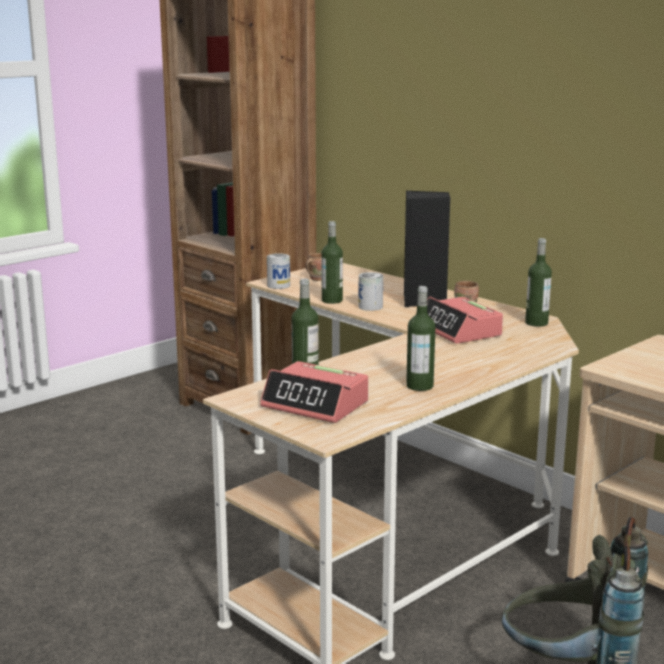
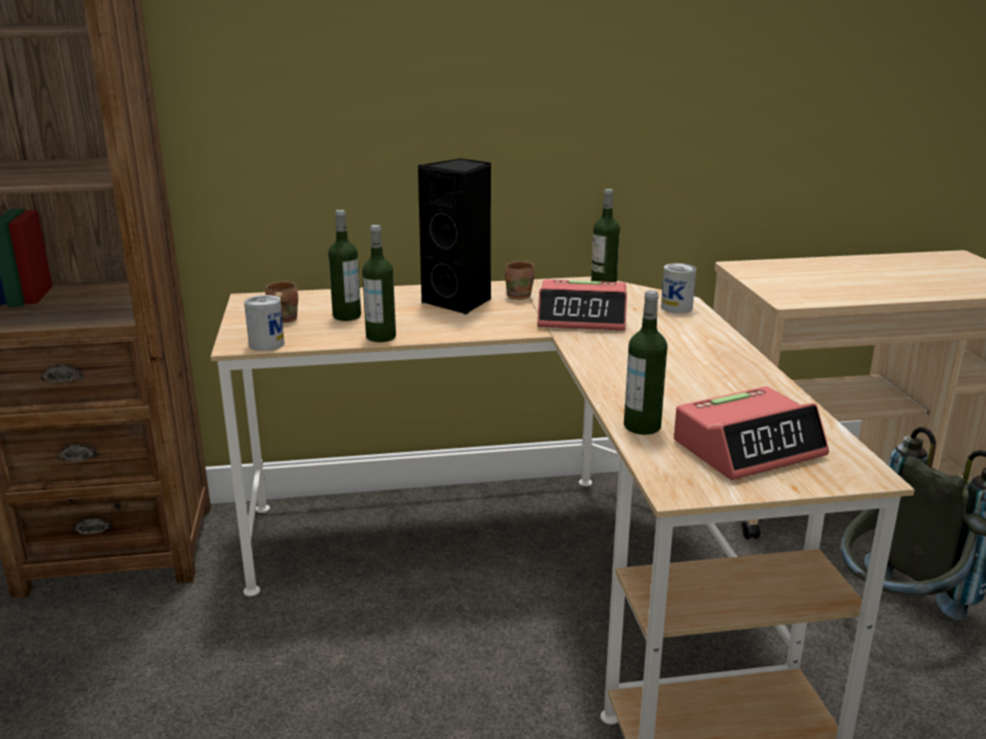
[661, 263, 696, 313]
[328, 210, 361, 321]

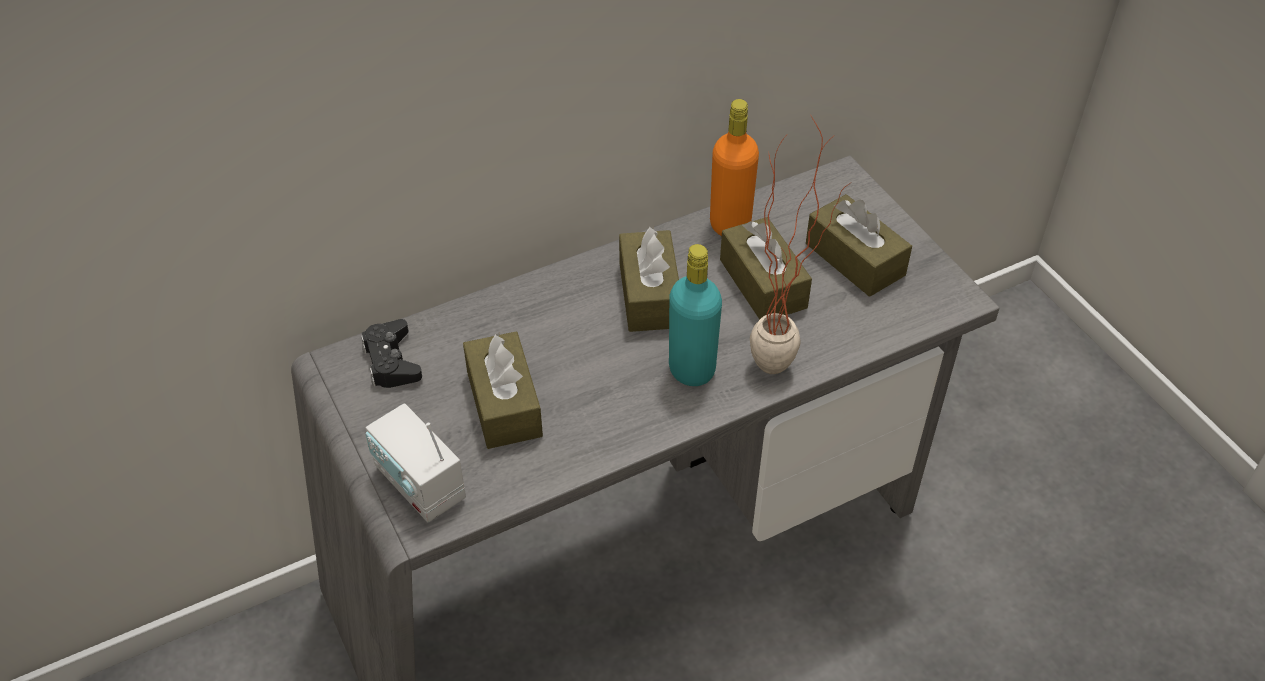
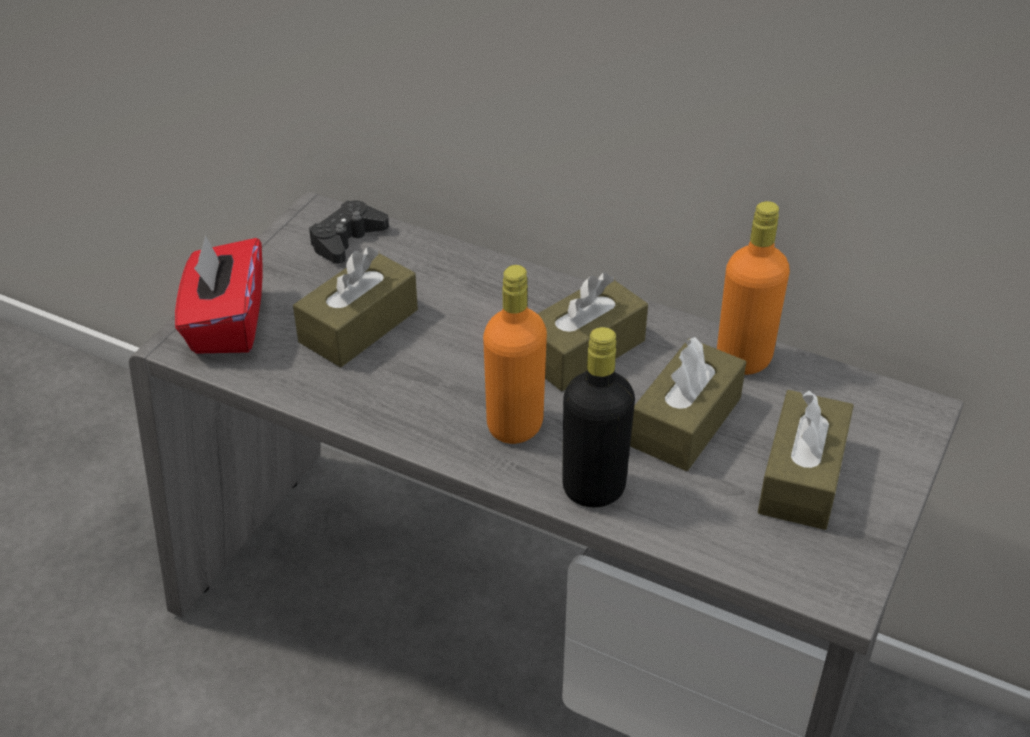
[175, 235, 263, 354]
[483, 265, 547, 444]
[562, 327, 635, 507]

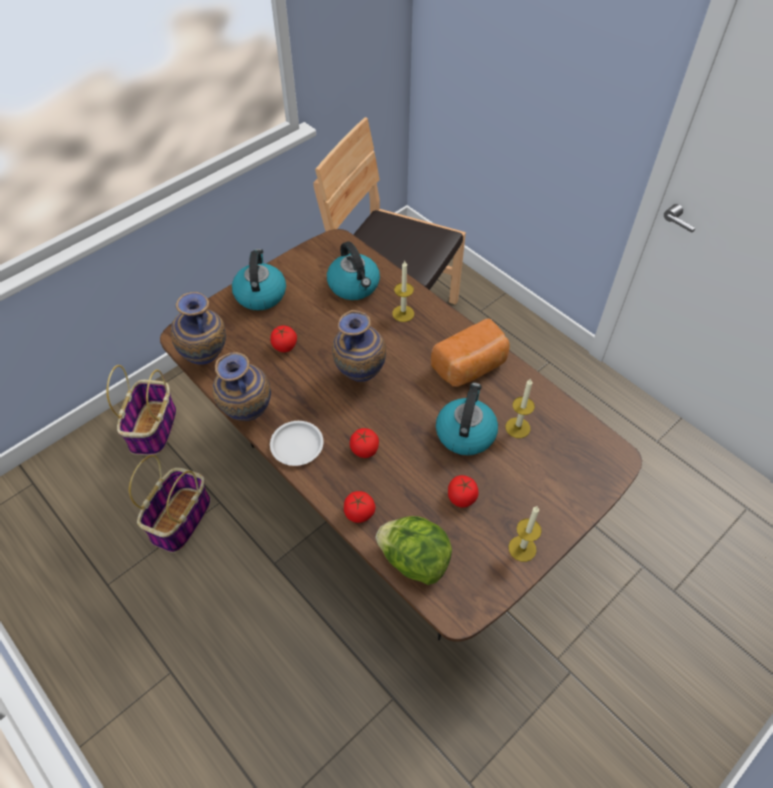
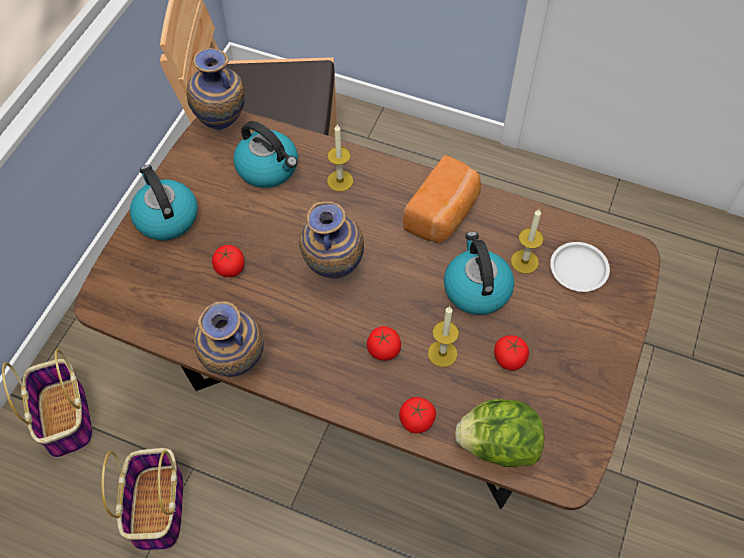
[187, 48, 245, 131]
[550, 242, 610, 292]
[428, 306, 459, 367]

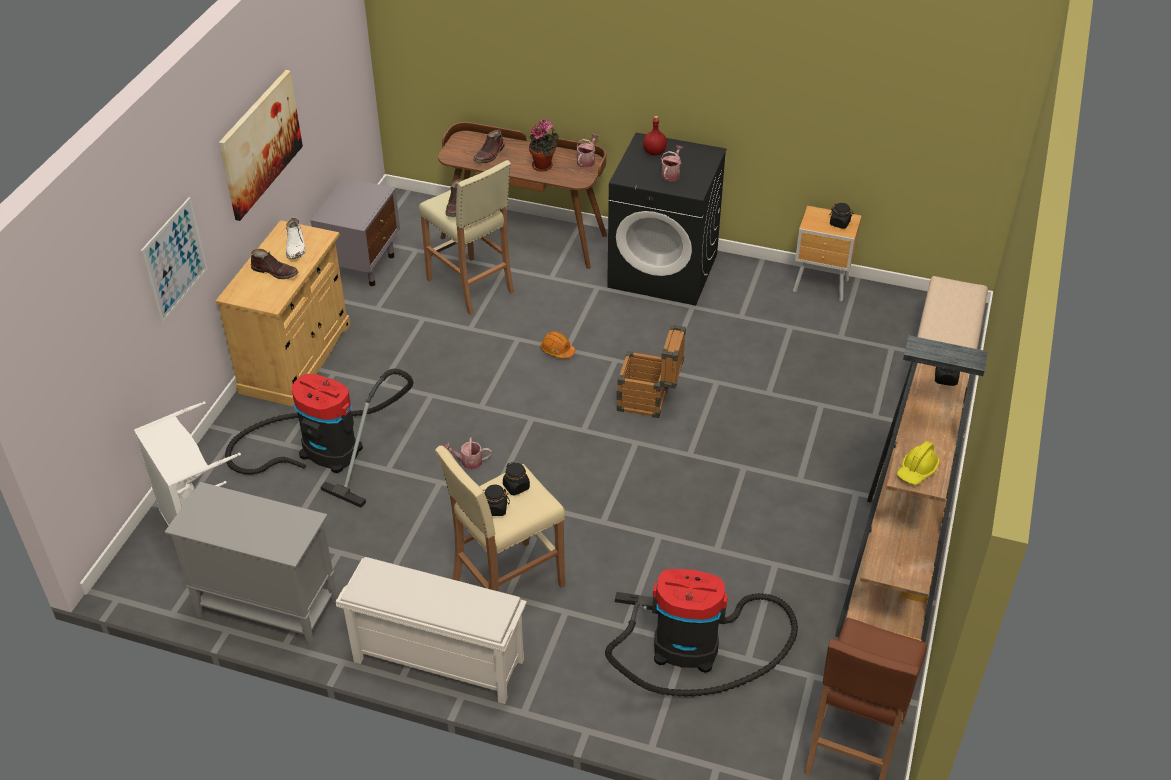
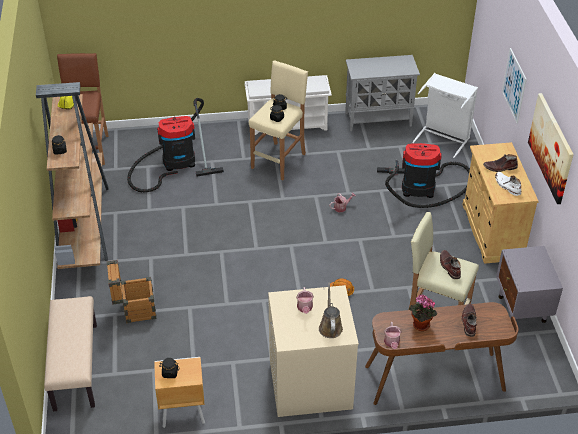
[268, 285, 359, 417]
[107, 260, 157, 323]
[319, 283, 343, 338]

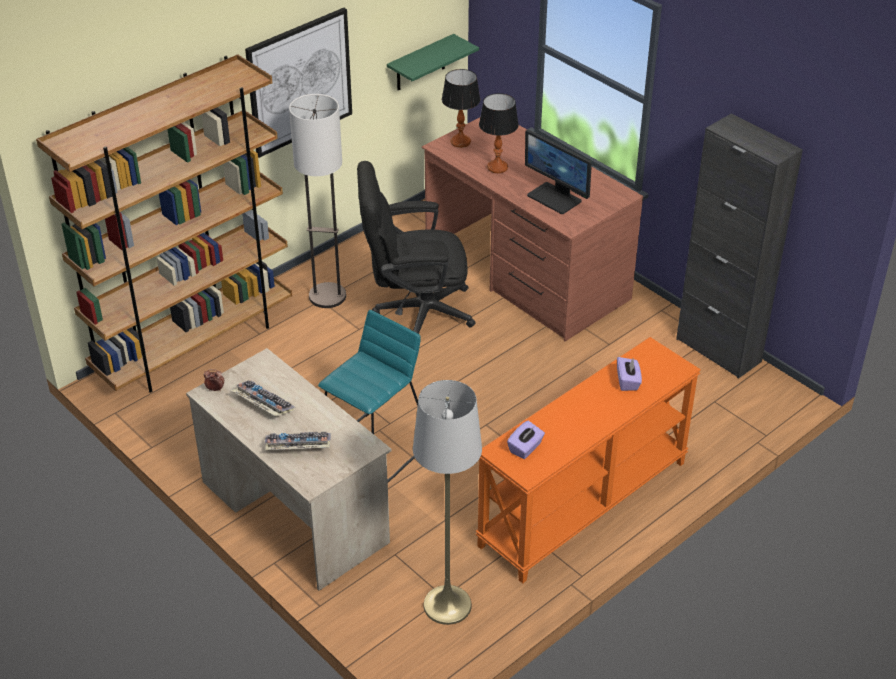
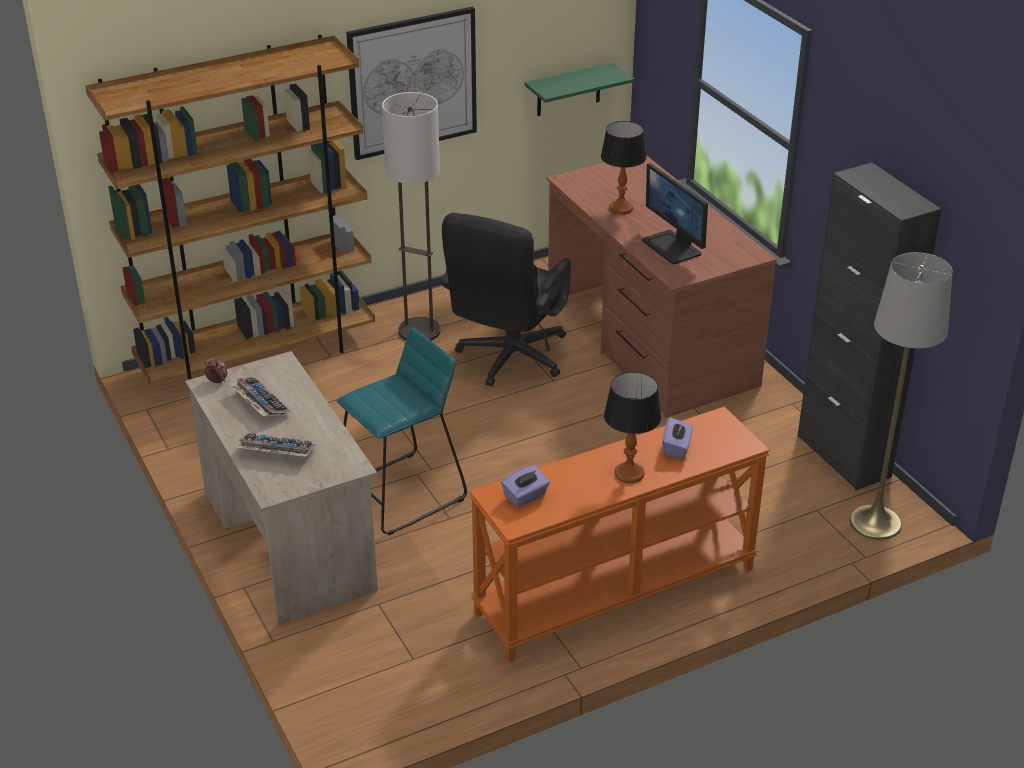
[441, 213, 571, 386]
[849, 252, 953, 540]
[604, 372, 661, 483]

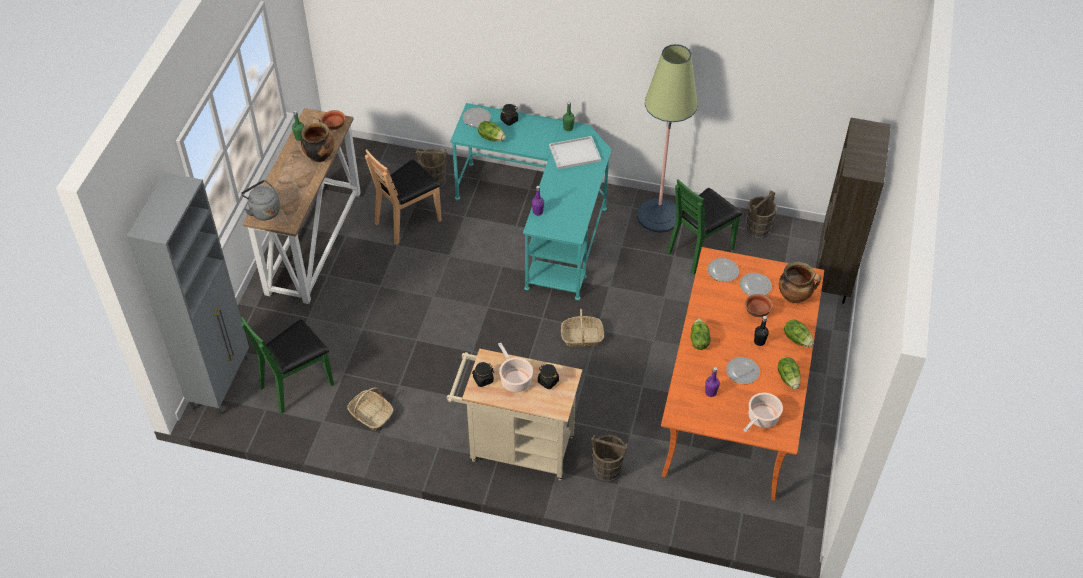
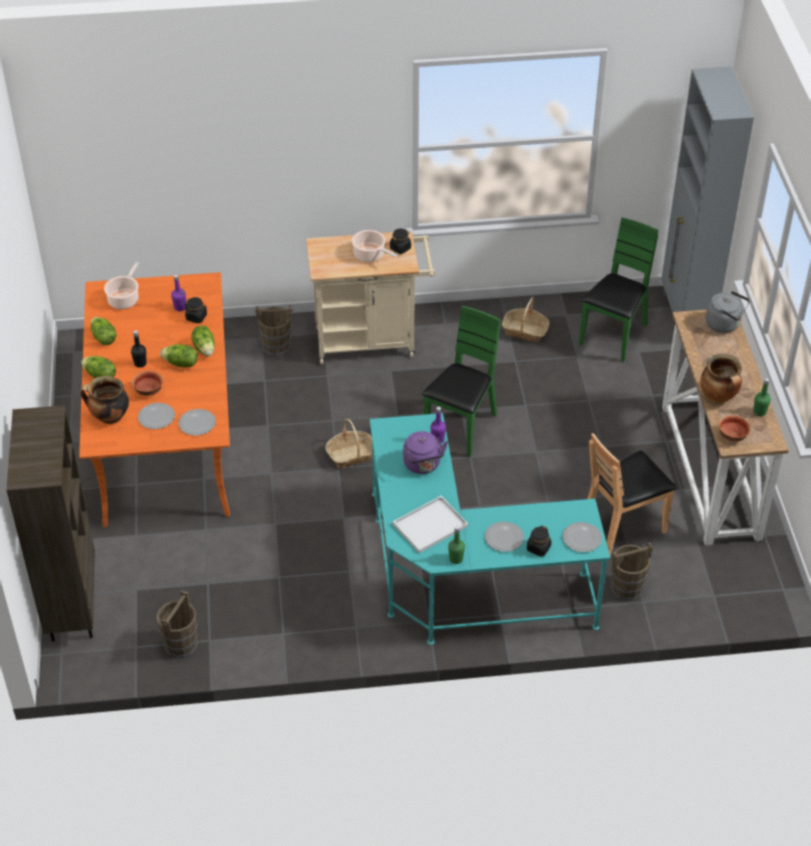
[587, 433, 676, 556]
[160, 344, 198, 367]
[184, 297, 207, 323]
[637, 44, 698, 233] (first image)
[422, 306, 500, 457]
[485, 522, 524, 552]
[403, 431, 448, 474]

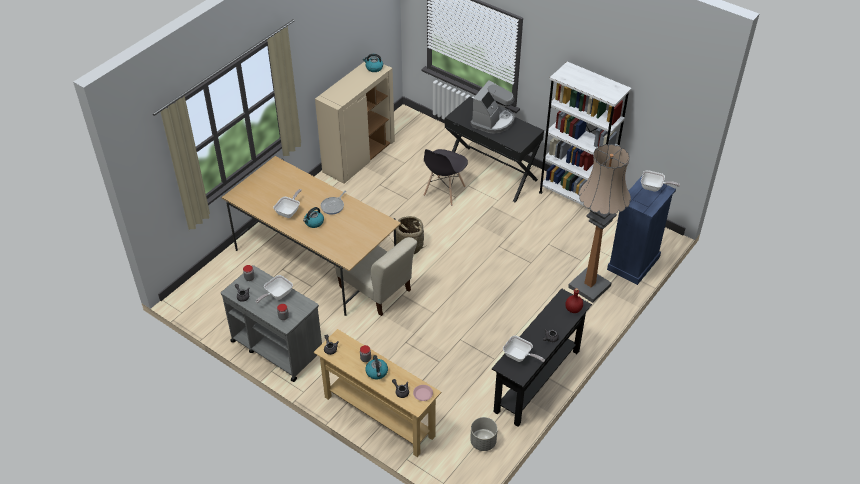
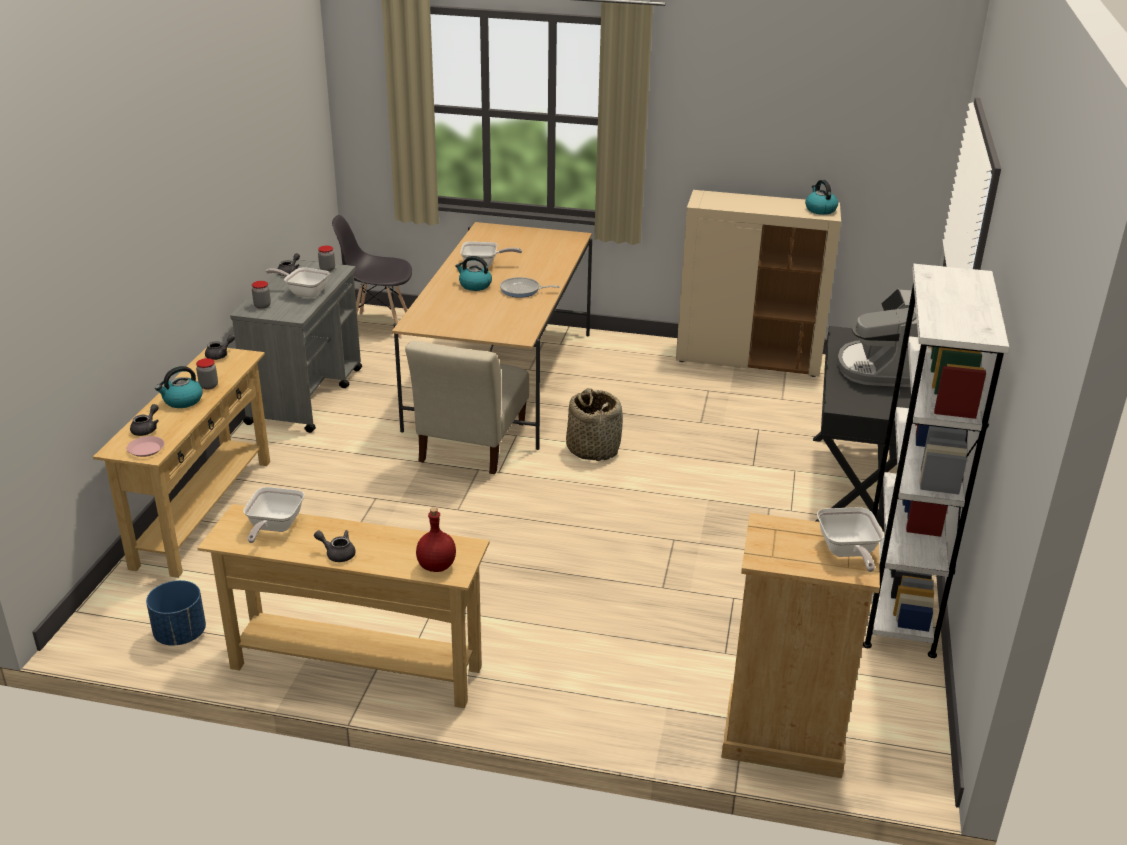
[332, 215, 412, 339]
[146, 580, 206, 645]
[837, 288, 918, 387]
[197, 504, 490, 708]
[568, 144, 631, 303] (first image)
[721, 513, 880, 778]

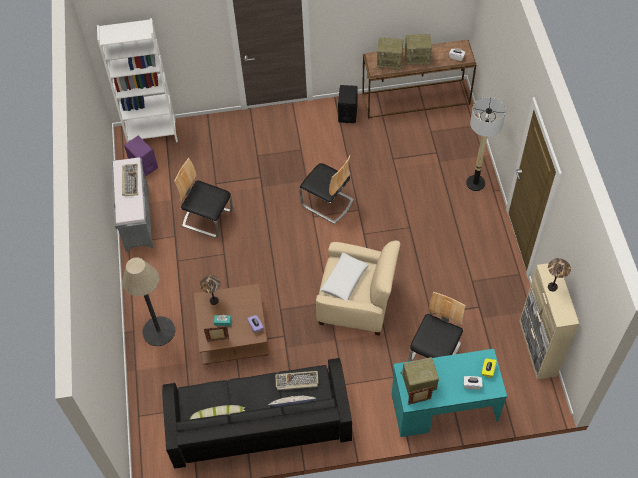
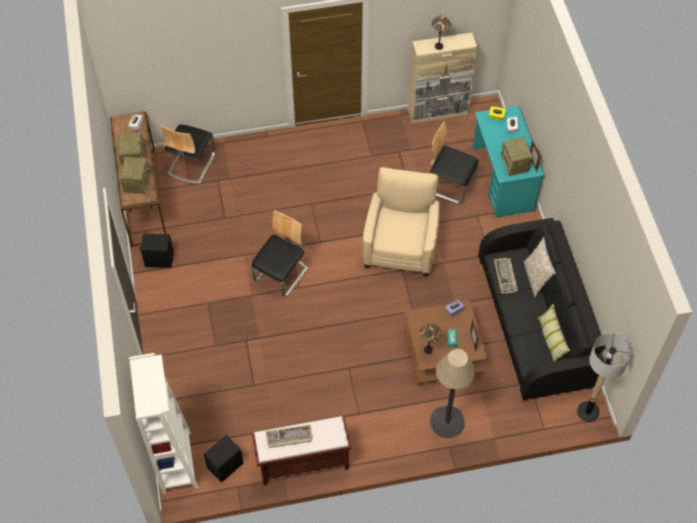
[252, 416, 352, 485]
[204, 435, 243, 483]
[161, 124, 215, 184]
[320, 253, 369, 301] (first image)
[577, 333, 632, 422]

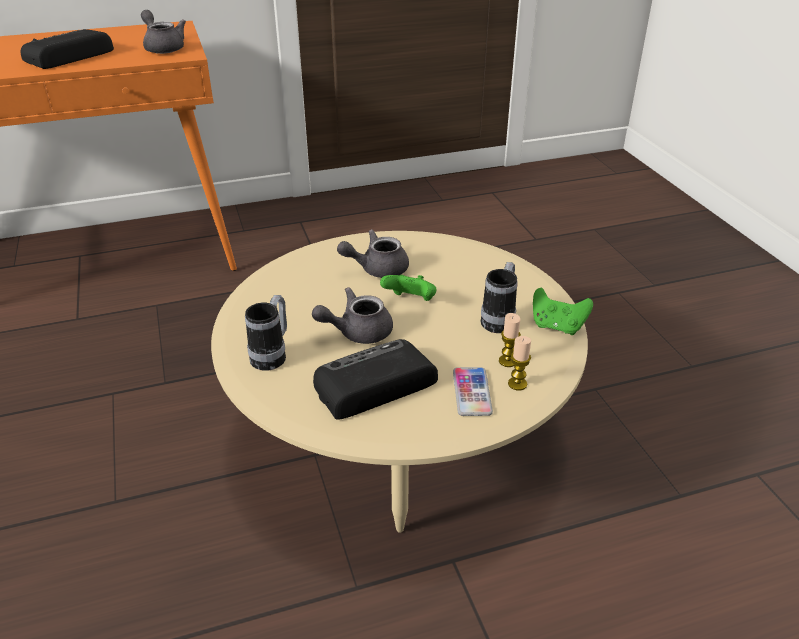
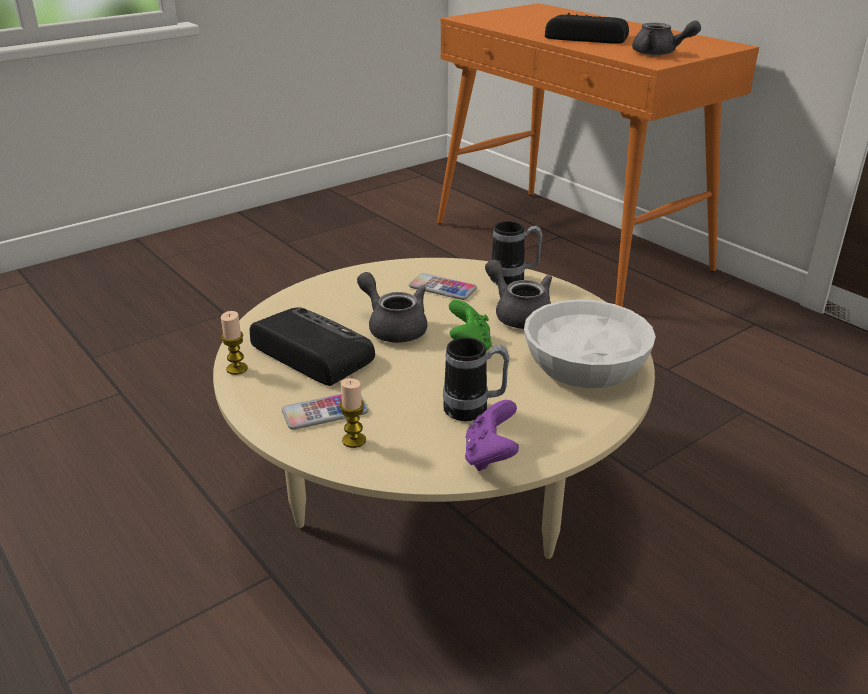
[632, 21, 701, 55]
[490, 221, 543, 285]
[221, 311, 248, 375]
[465, 400, 519, 471]
[409, 273, 477, 300]
[524, 300, 656, 388]

